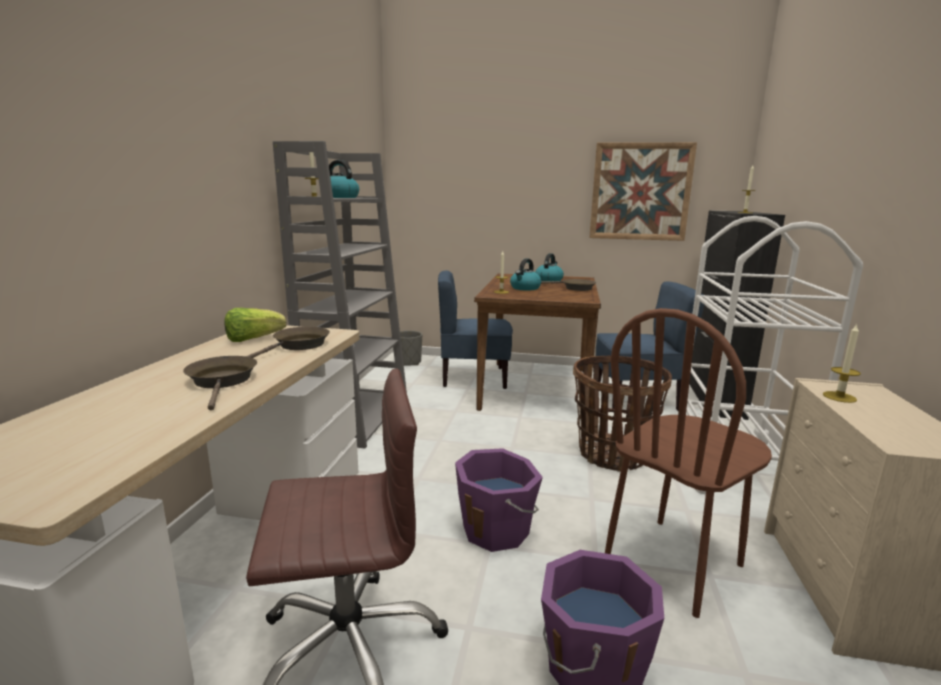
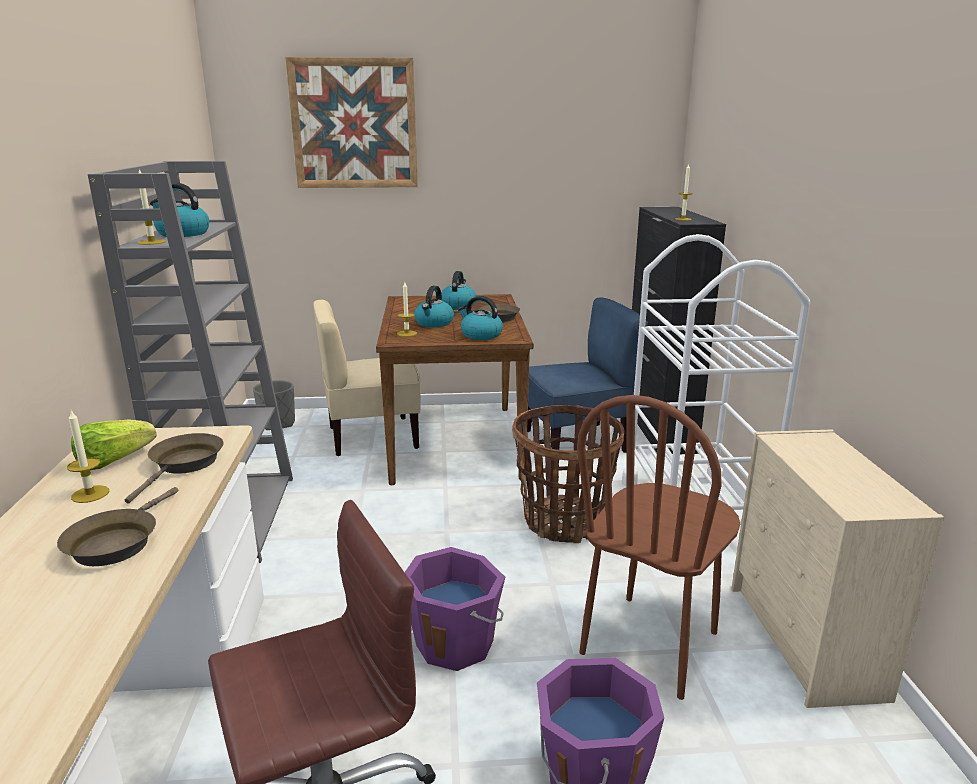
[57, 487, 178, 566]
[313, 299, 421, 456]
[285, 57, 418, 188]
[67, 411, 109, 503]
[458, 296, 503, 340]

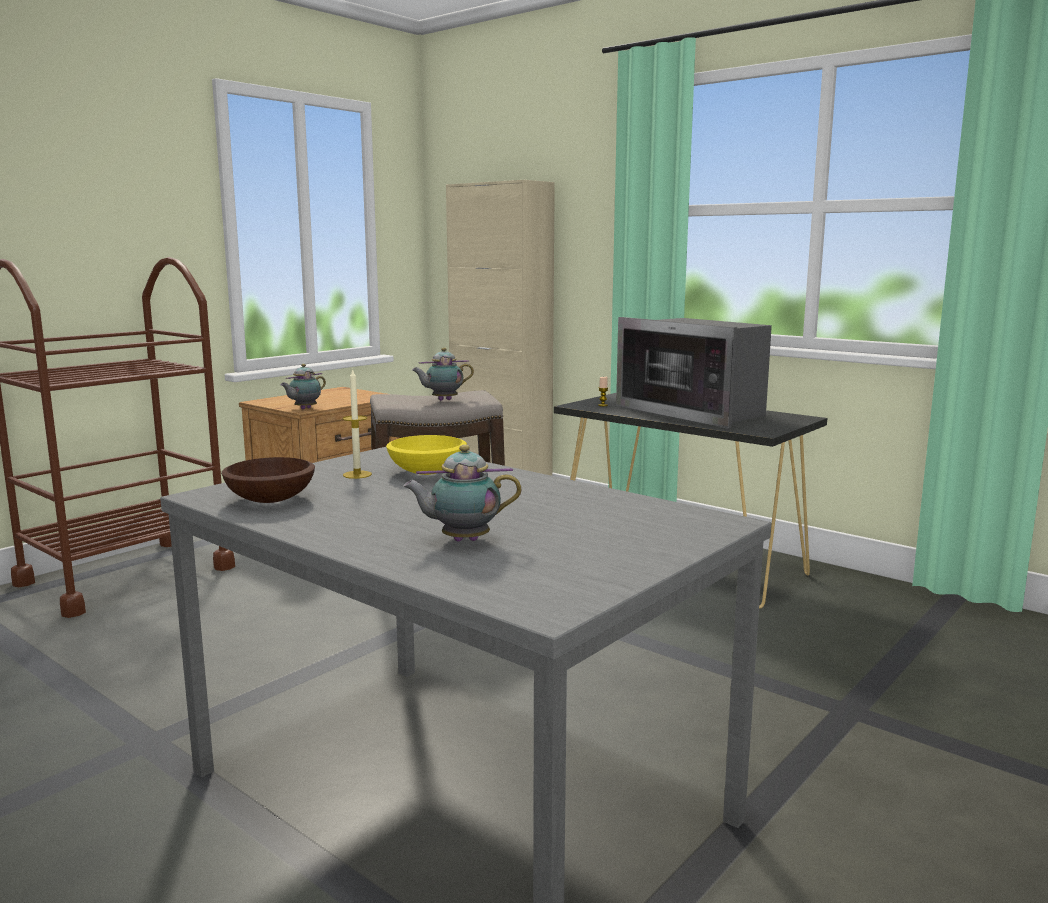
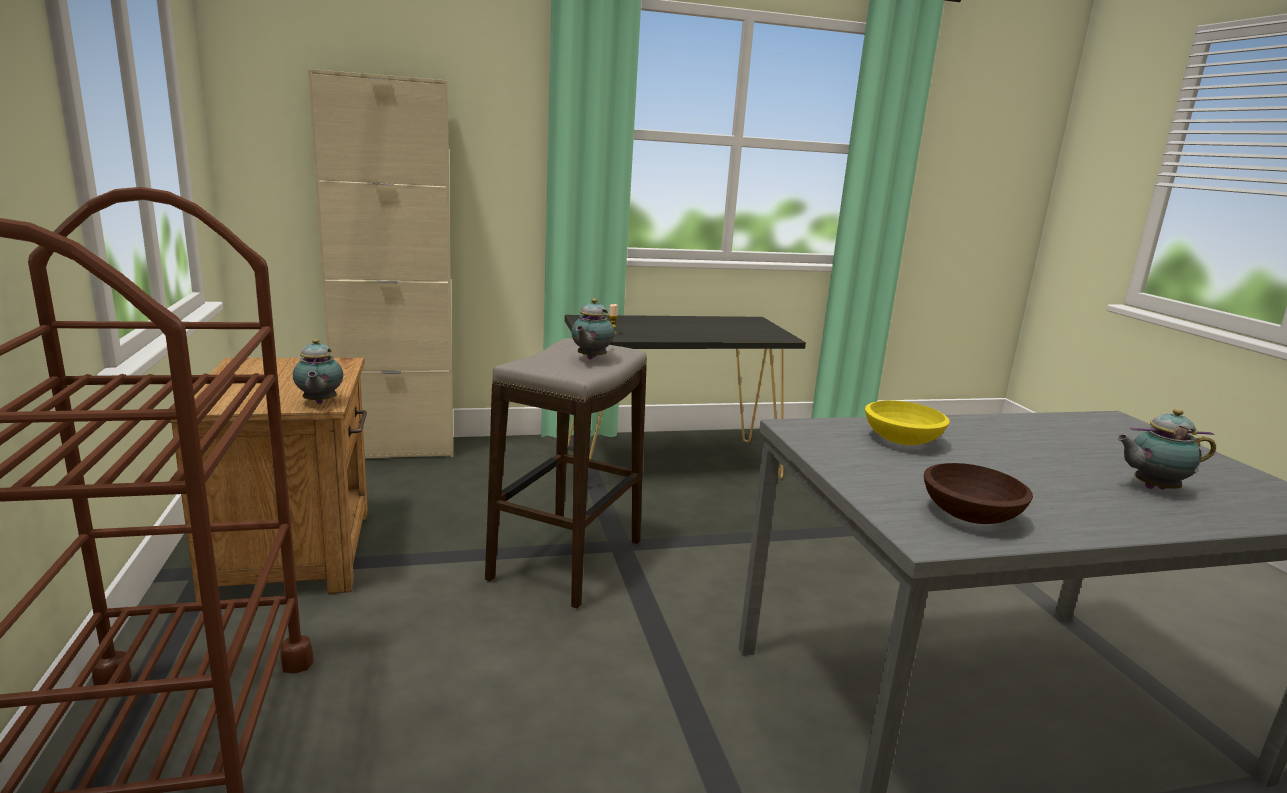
[342, 369, 372, 479] (first image)
[1116, 409, 1216, 490]
[616, 317, 772, 429] (first image)

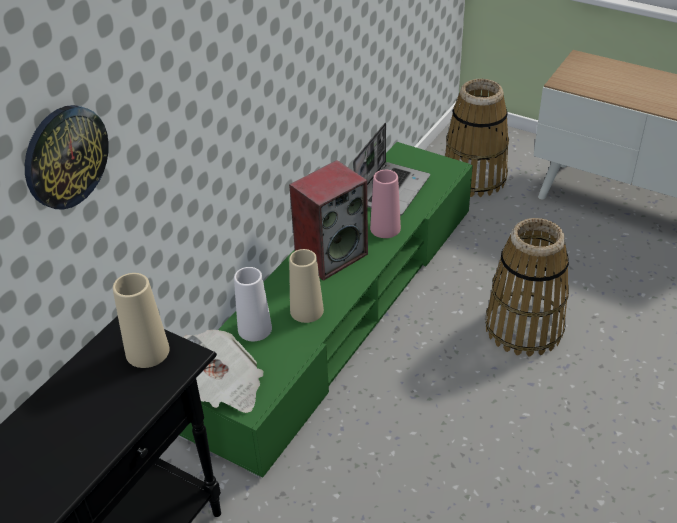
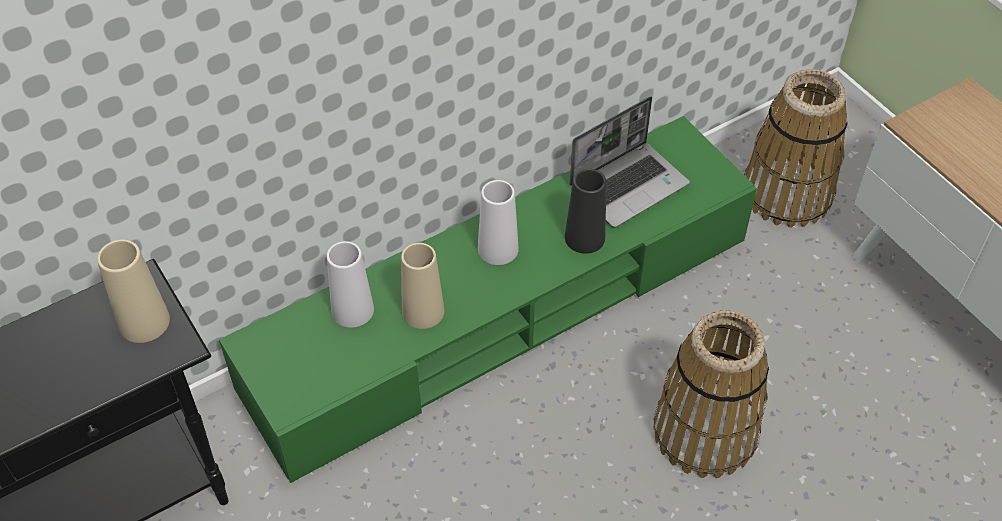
[25, 105, 109, 210] (first image)
[183, 330, 264, 413] (first image)
[478, 180, 519, 265]
[565, 169, 606, 254]

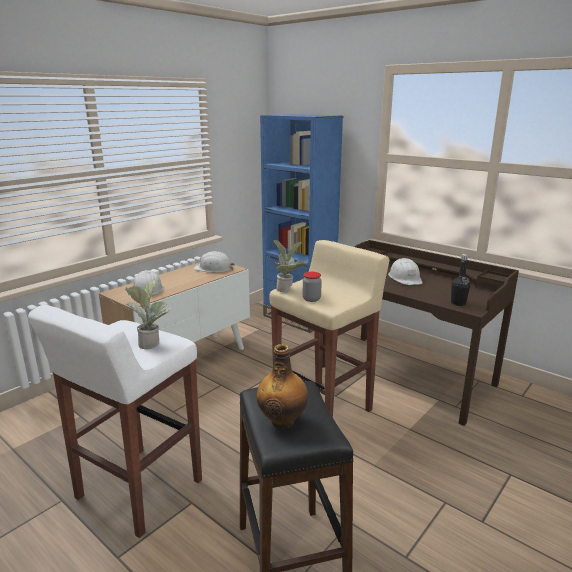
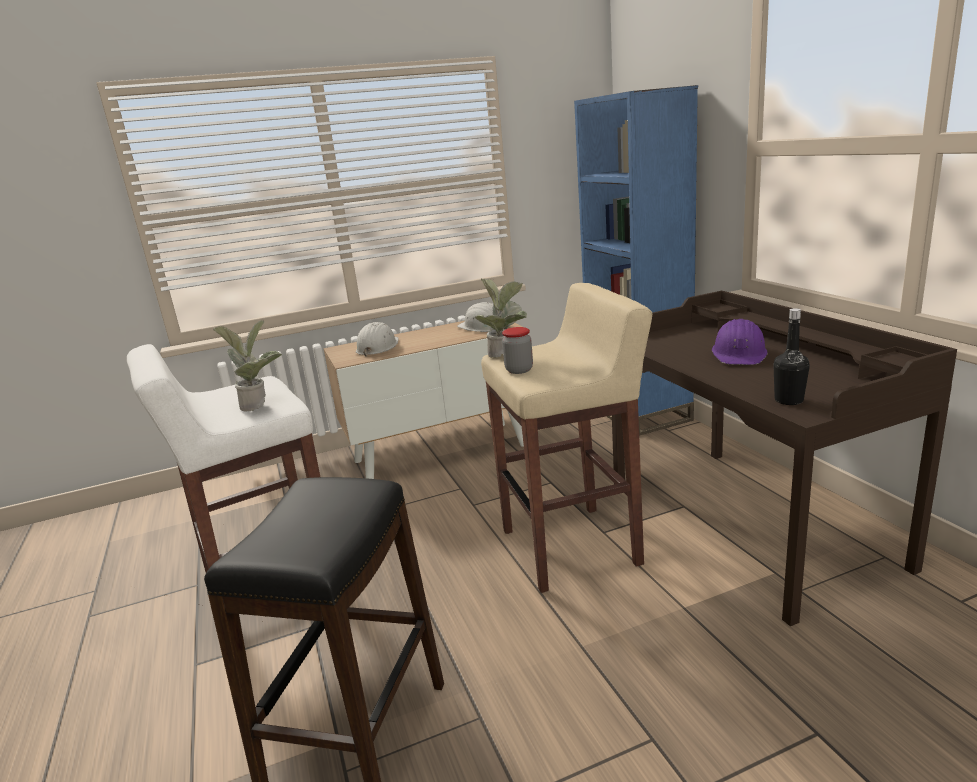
[256, 344, 308, 429] (first image)
[712, 319, 768, 365]

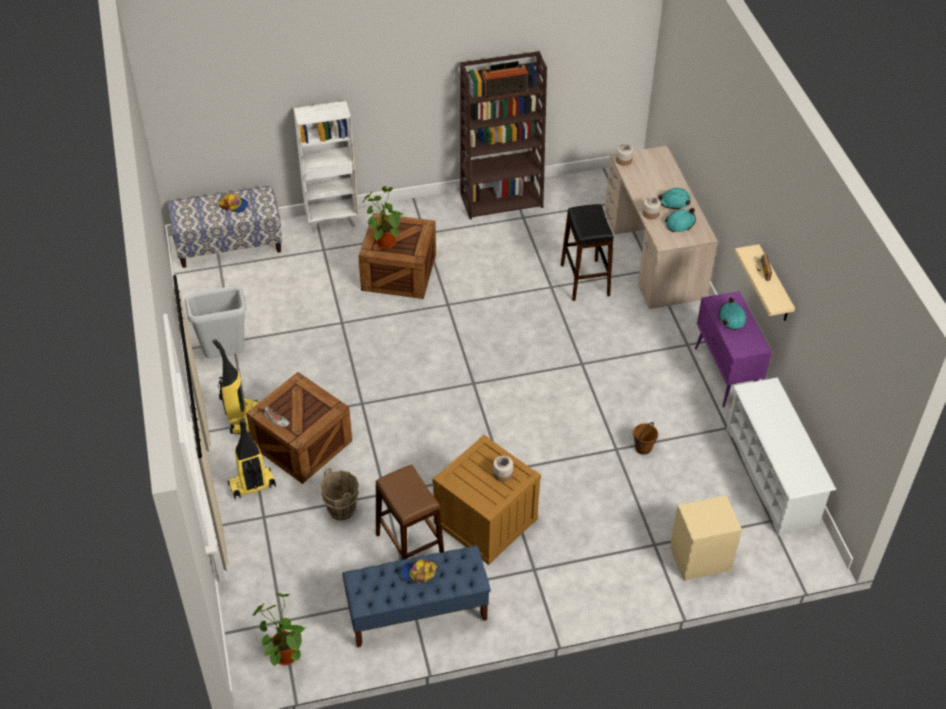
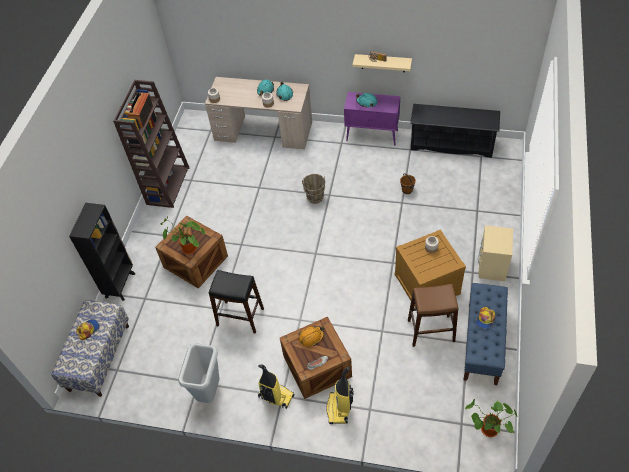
[69, 203, 135, 301]
[302, 174, 325, 204]
[209, 270, 264, 334]
[478, 225, 513, 281]
[410, 104, 500, 158]
[298, 326, 324, 347]

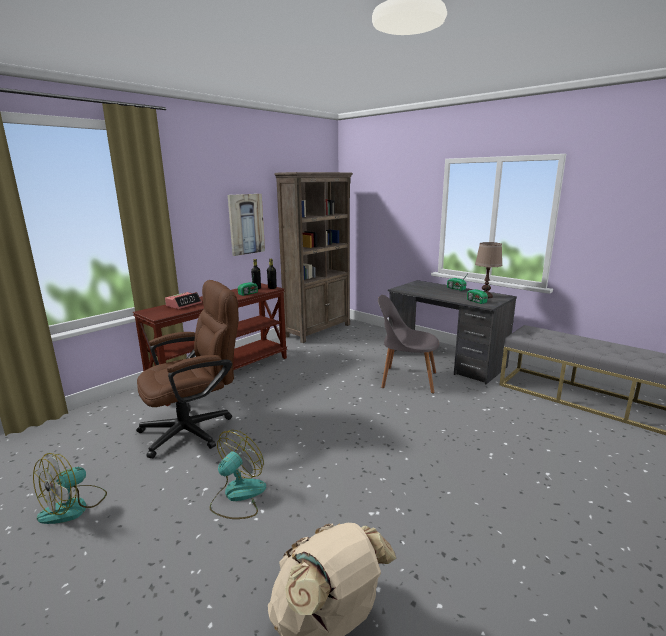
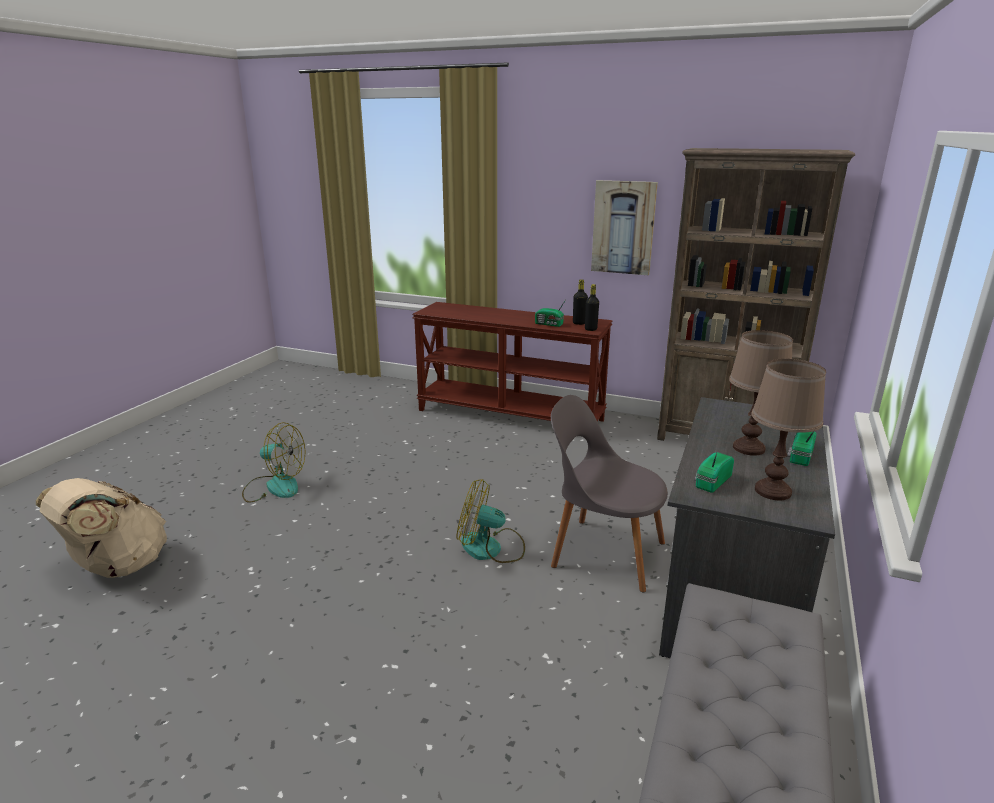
[457, 479, 525, 563]
[136, 280, 239, 458] (first image)
[165, 292, 202, 309] (first image)
[551, 395, 668, 592]
[729, 330, 793, 456]

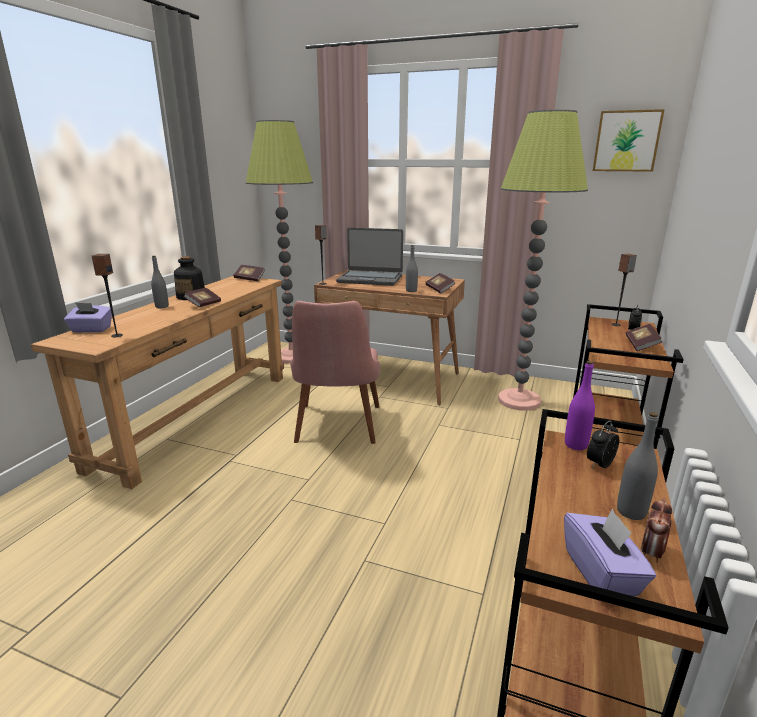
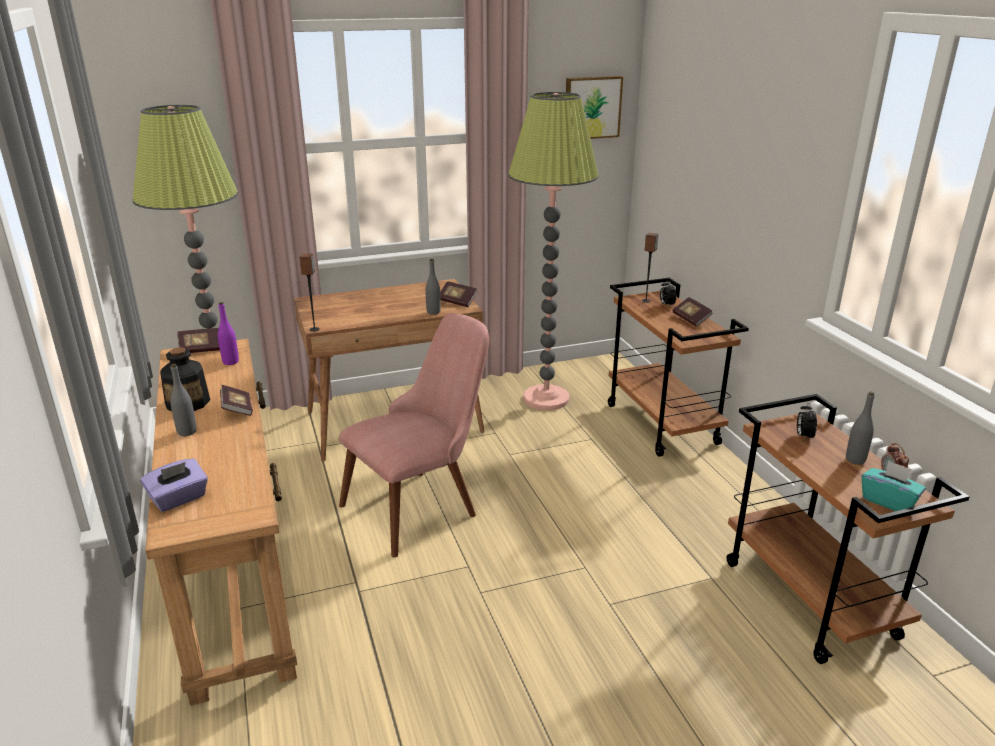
[92, 254, 123, 337] (first image)
[339, 313, 489, 558]
[336, 228, 403, 286] (first image)
[862, 460, 926, 511]
[218, 302, 239, 365]

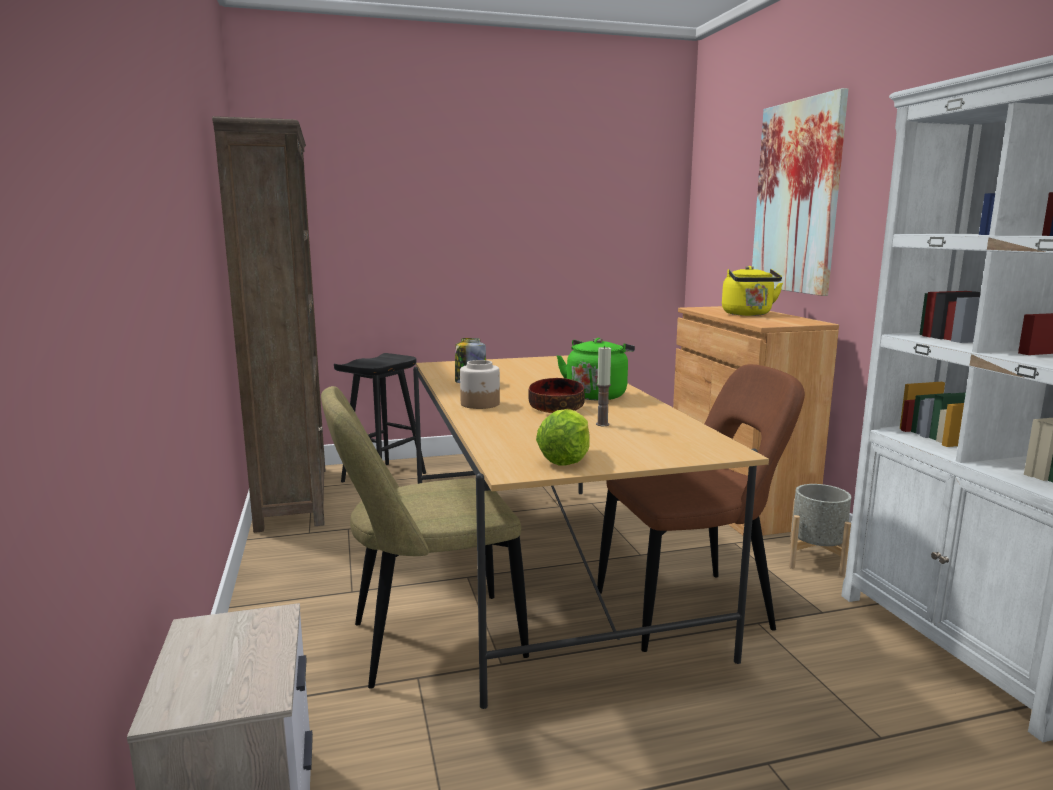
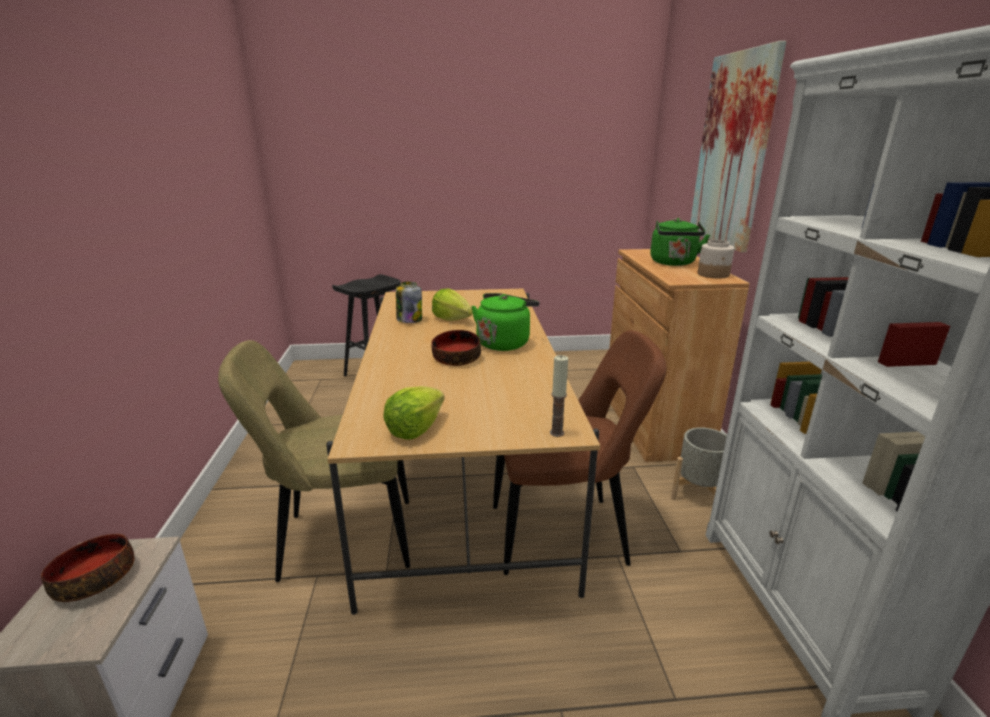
[212, 116, 325, 533] (first image)
[698, 240, 734, 279]
[550, 355, 568, 437]
[650, 218, 710, 266]
[41, 534, 134, 602]
[432, 289, 473, 321]

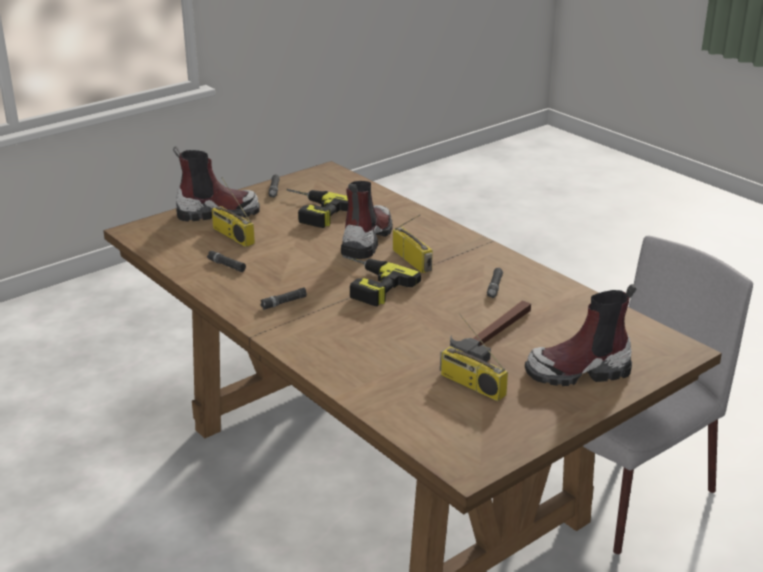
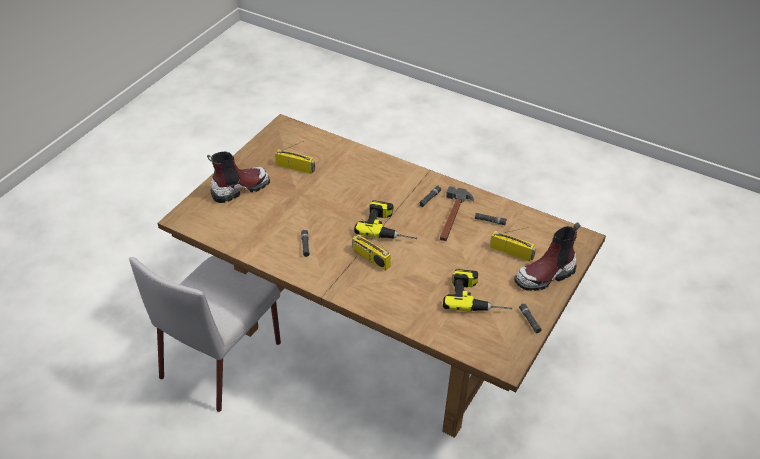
[341, 181, 393, 259] (first image)
[440, 186, 474, 241]

